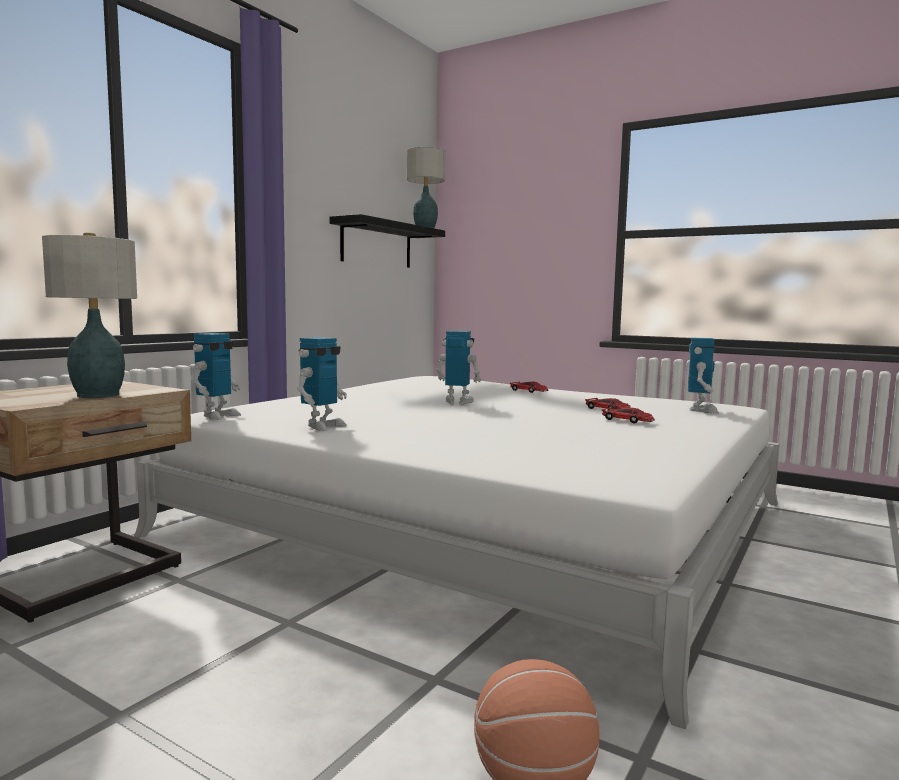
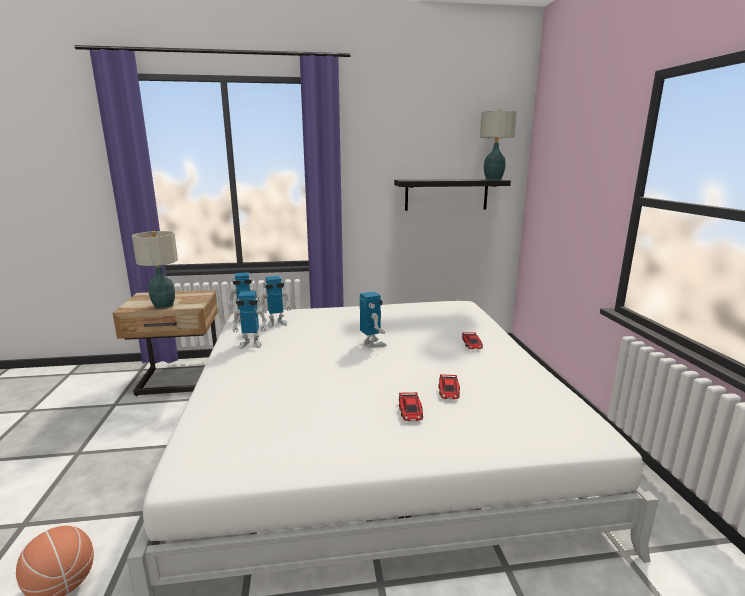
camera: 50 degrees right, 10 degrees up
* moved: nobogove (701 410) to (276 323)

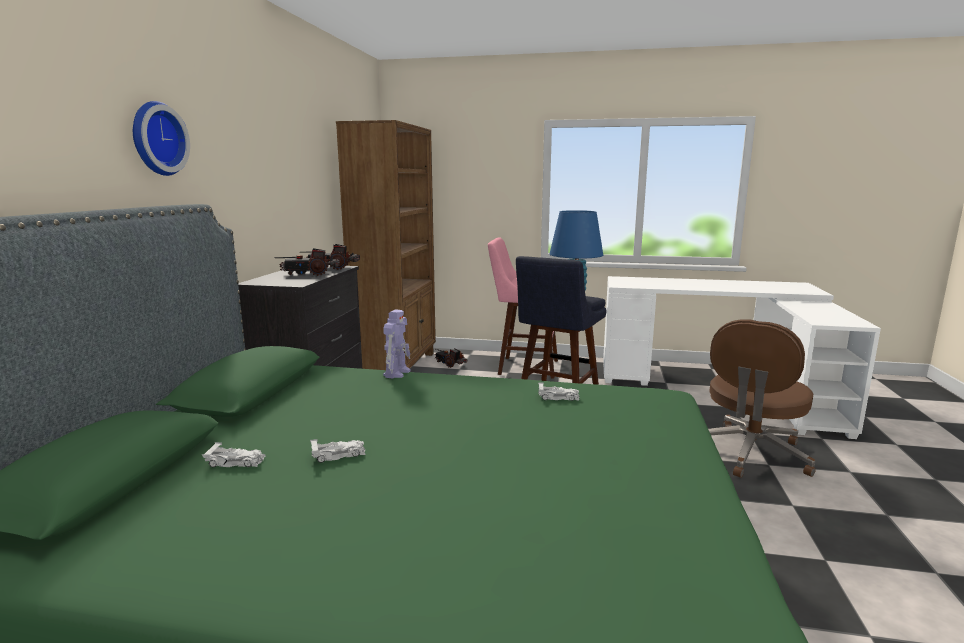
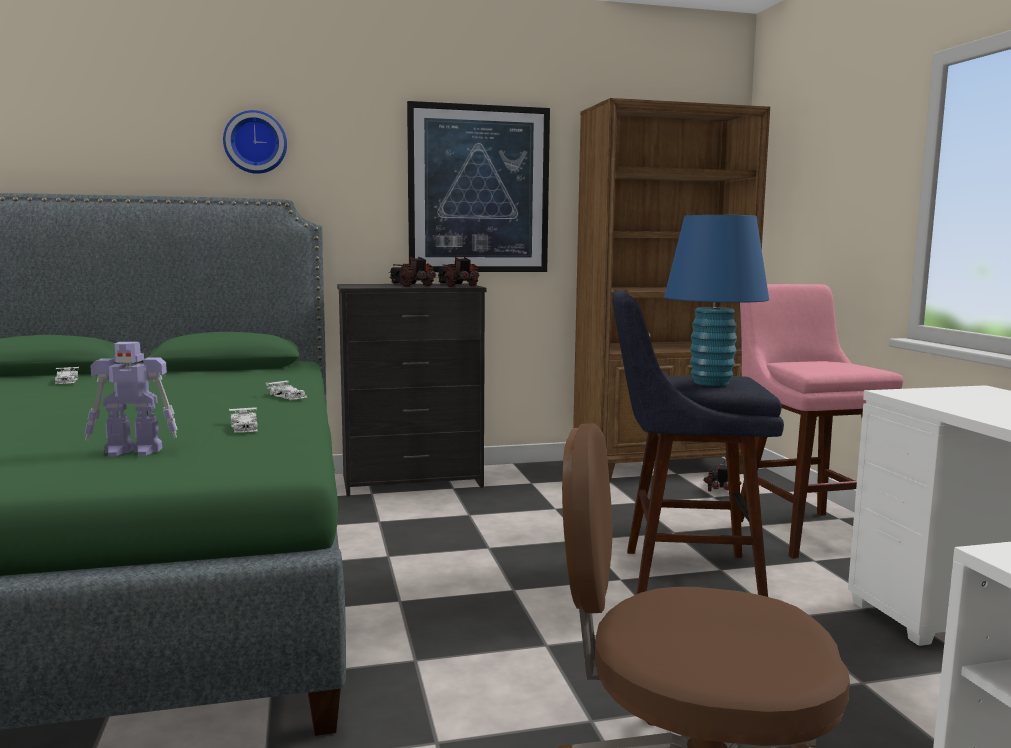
camera: 65 degrees right, 5 degrees down
* added: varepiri (479 189)
* moved: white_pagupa (338 455) to (287 396)
* moved: nobogove (397 373) to (135 451)

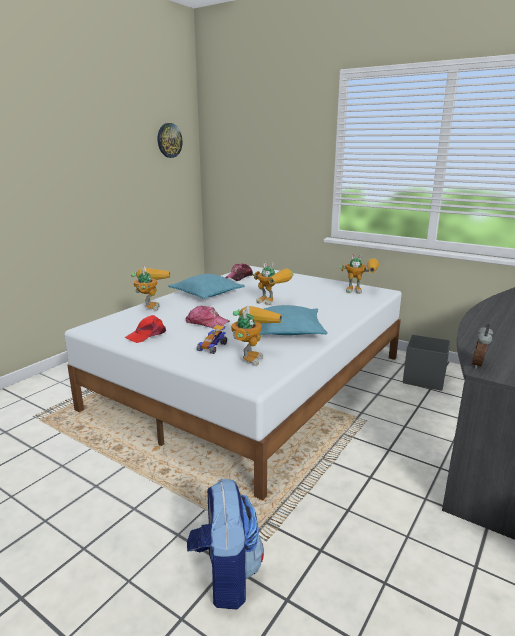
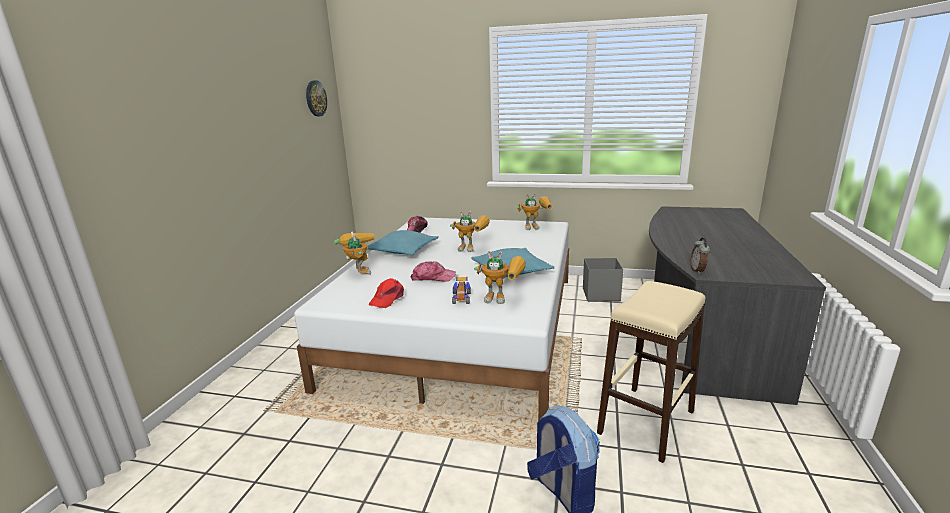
camera: 20 degrees left, 0 degrees up
* added: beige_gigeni (646 422)
* turned: nobogove (251 356) = (504 299) 105 degrees clockwise

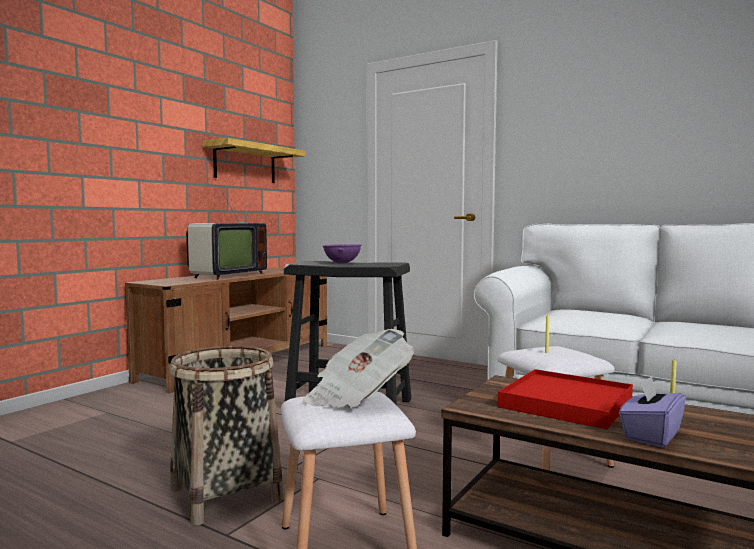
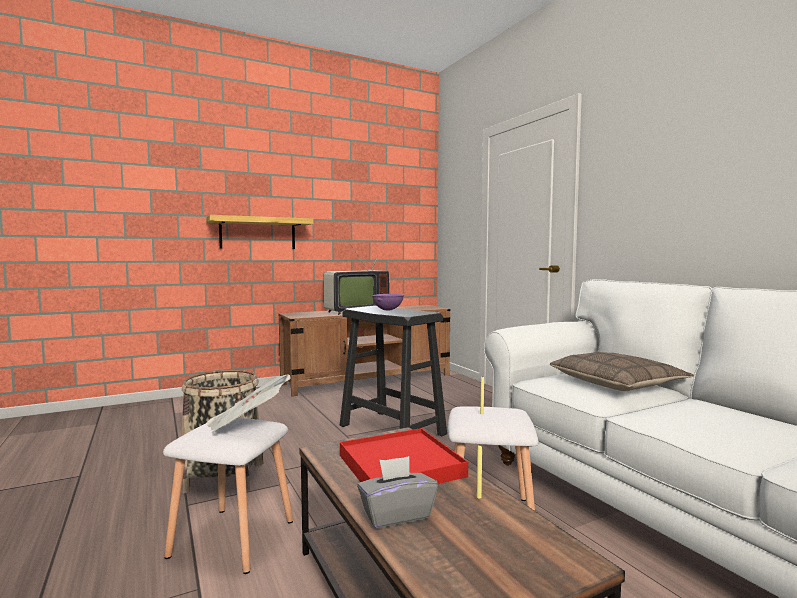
camera: 30 degrees right, 0 degrees up
* added: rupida (618 383)
* moved: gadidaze (245 163) to (258 233)
* recoloured: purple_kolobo (651 435) to grey_kolobo (396 515)

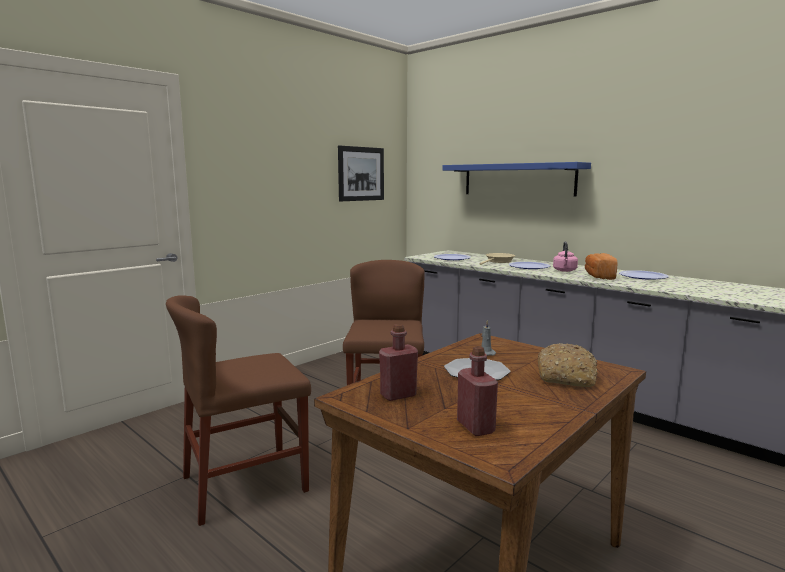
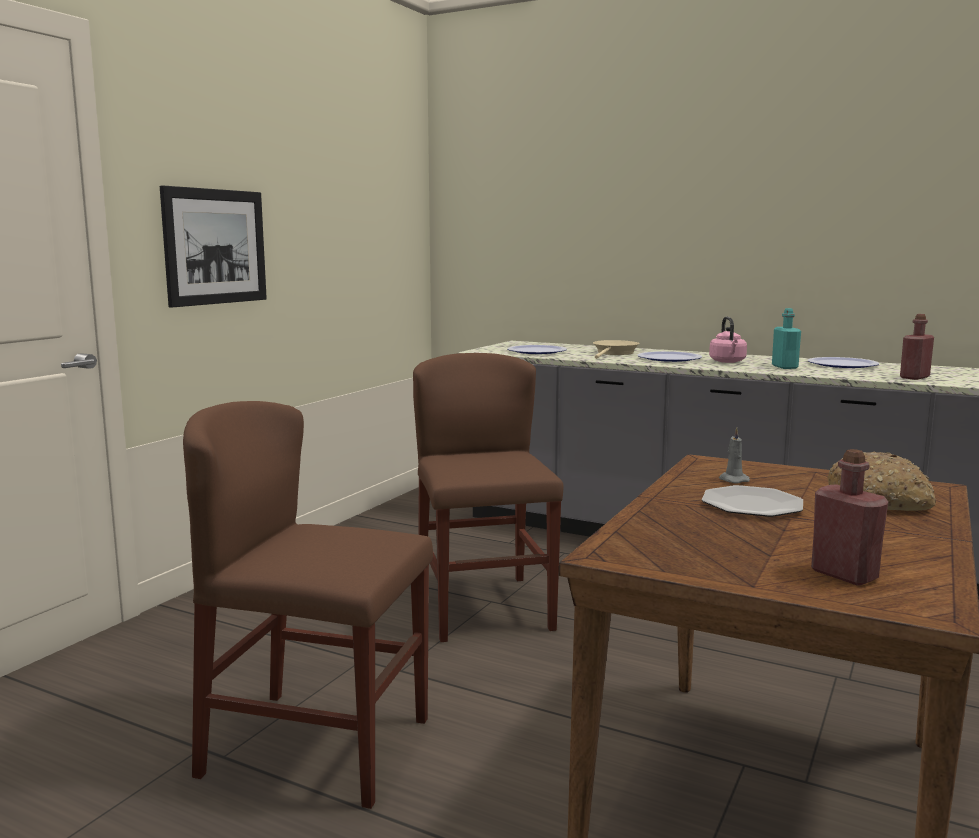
camera: 15 degrees left, 0 degrees up
* removed: blue_gadidaze (518 179)
* moved: varepiri (361 174) to (215 246)
* moved: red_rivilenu (398 395) to (914 377)
* replaced: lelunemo (598 276) to turquoise_rivilenu (784 367)
* turned: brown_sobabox (245 484) = (317 746) 60 degrees clockwise

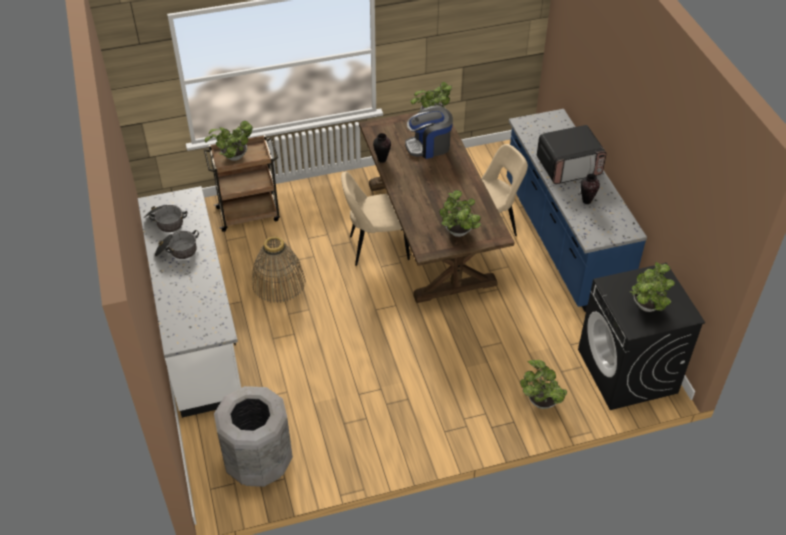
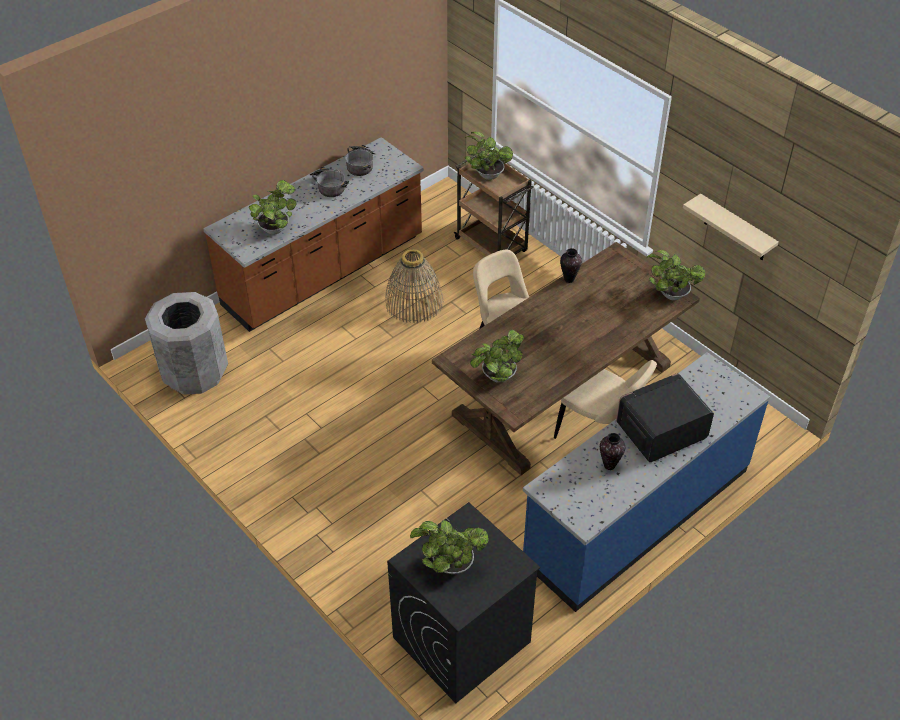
camera: 65 degrees right, 0 degrees up
* removed: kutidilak (429 146)
* added: beige_gadidaze (736 229)
* moved: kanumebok (540 400) to (275 228)
* recoloured: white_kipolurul (198 329) to brown_kipolurul (324 273)
* turned: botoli (569 167) = (660 432) 105 degrees clockwise

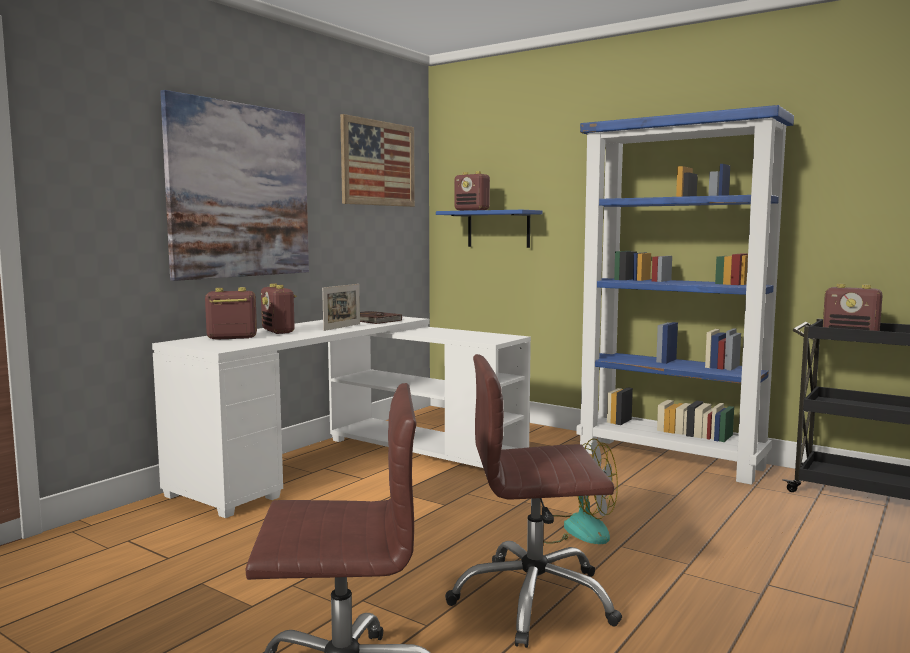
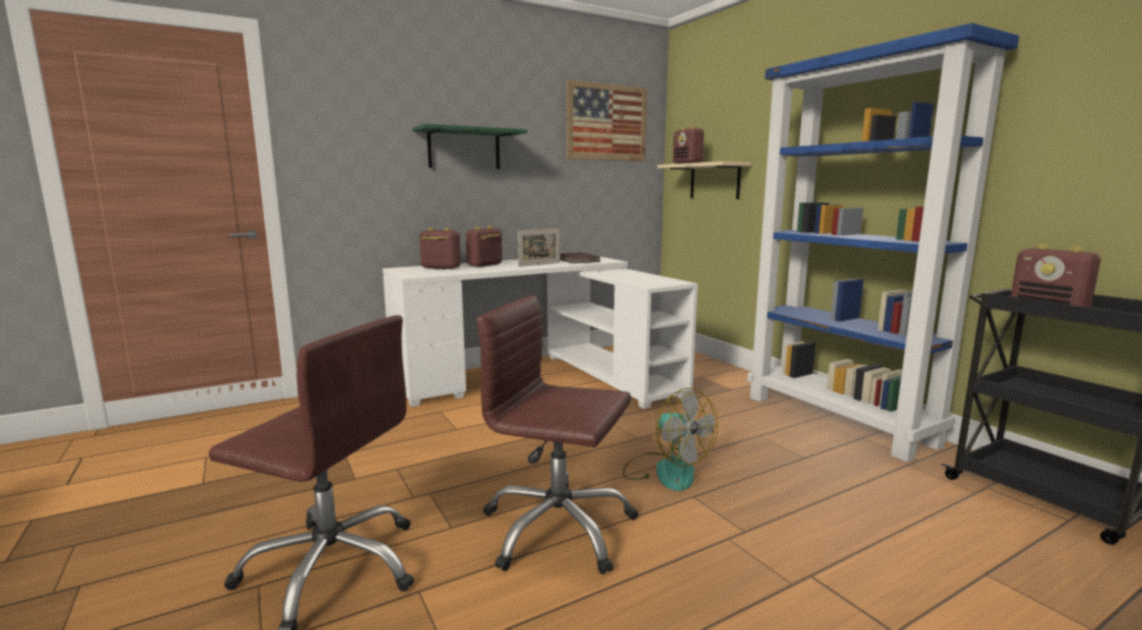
camera: 25 degrees right, 5 degrees up
* replaced: varepiri (240 191) to green_gadidaze (464 149)
* recoloured: blue_gadidaze (498 229) to beige_gadidaze (714 181)
* turned: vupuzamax (278 331) = (484 265) 45 degrees clockwise

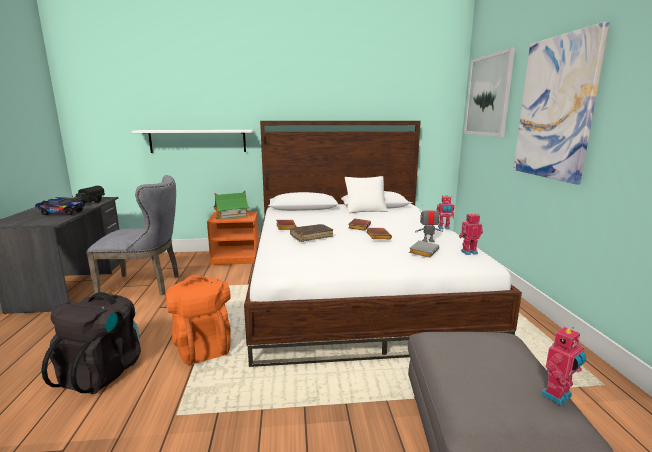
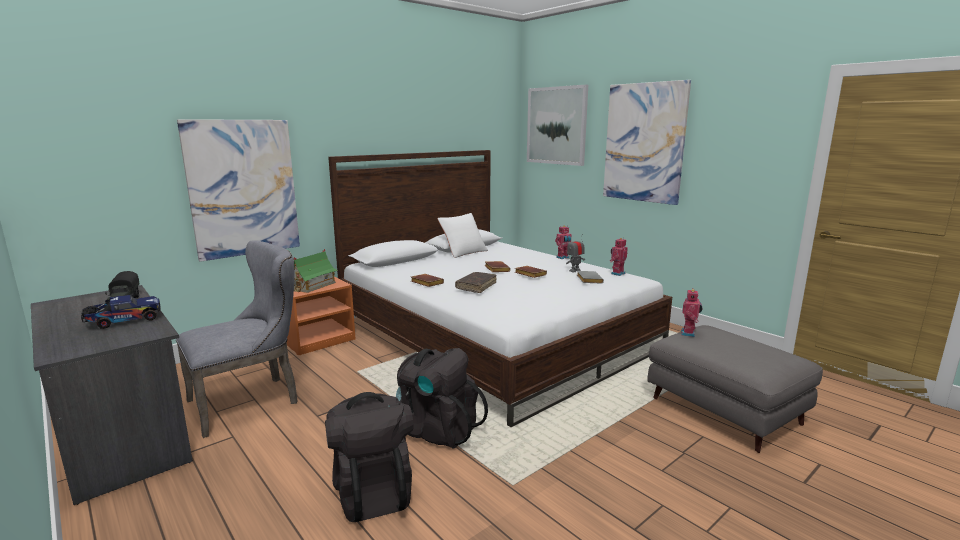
camera: 35 degrees left, 0 degrees up
* moved: nobogove (558 396) to (689 333)
* replaced: white_gadidaze (198 141) to varepiri (243 188)
* recoloured: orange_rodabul (202 346) to black_rodabul (437 430)

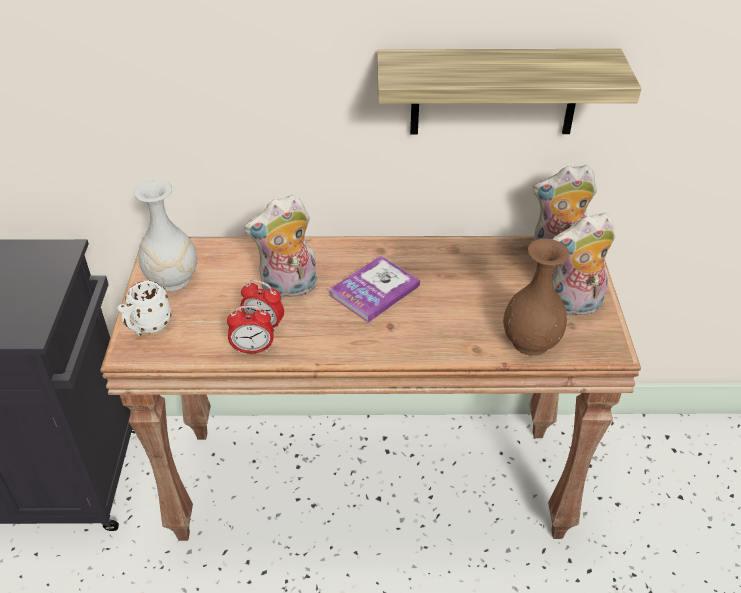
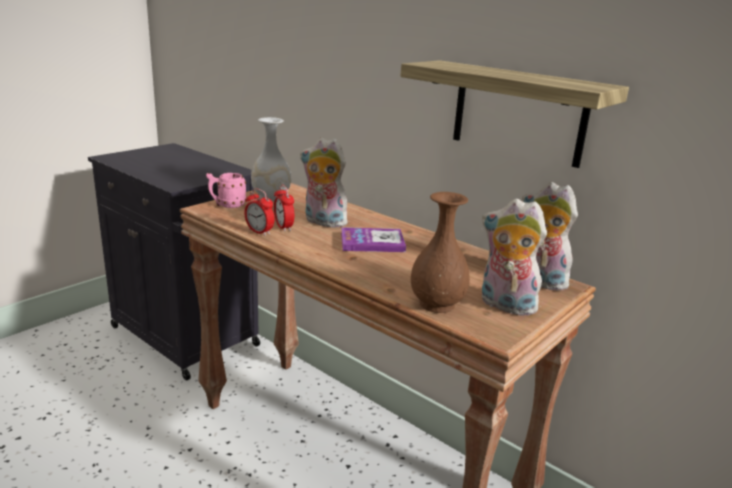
camera: 40 degrees right, 20 degrees down
* recoloured: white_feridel (147 327) to pink_feridel (227 205)

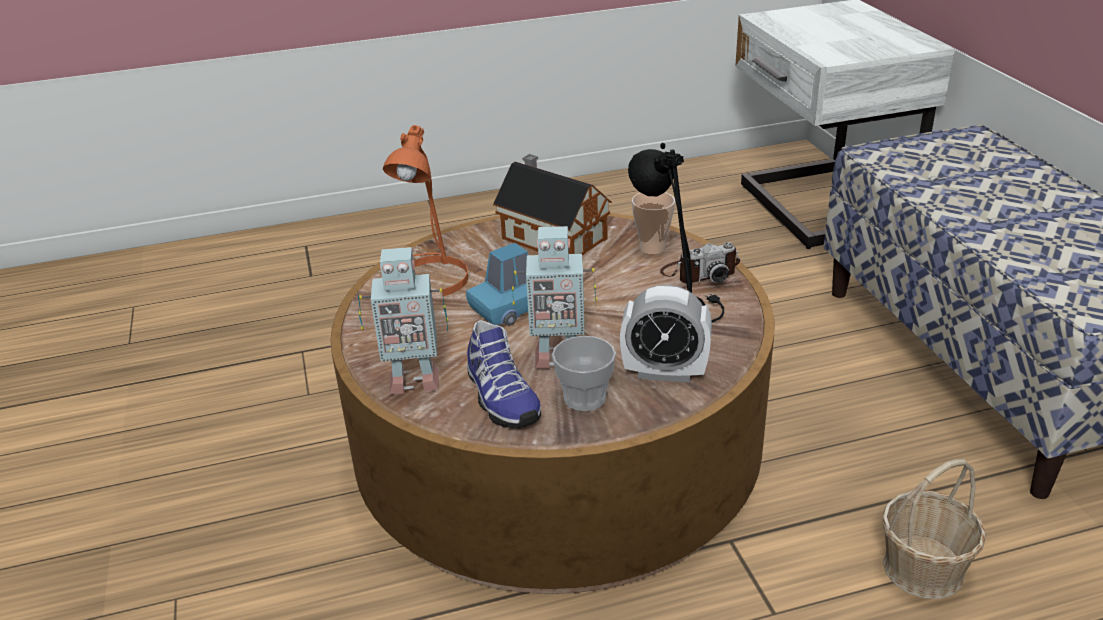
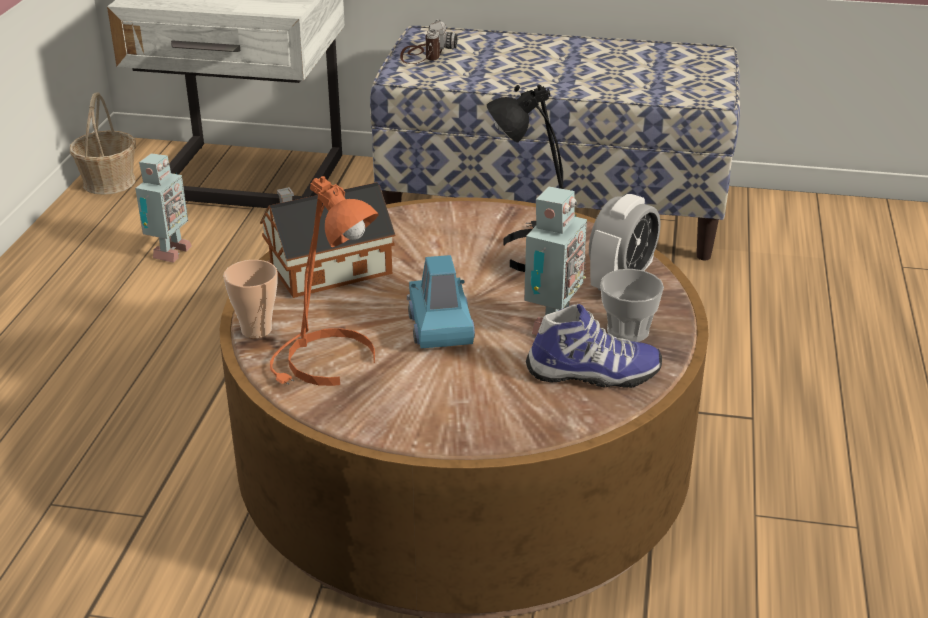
camera: 65 degrees left, 0 degrees up
* moved: nobogove (412 380) to (168 253)
* moved: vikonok (652 248) to (256 330)
* moved: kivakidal (699 272) to (424 54)
* moved: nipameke (924 569) to (109 182)

